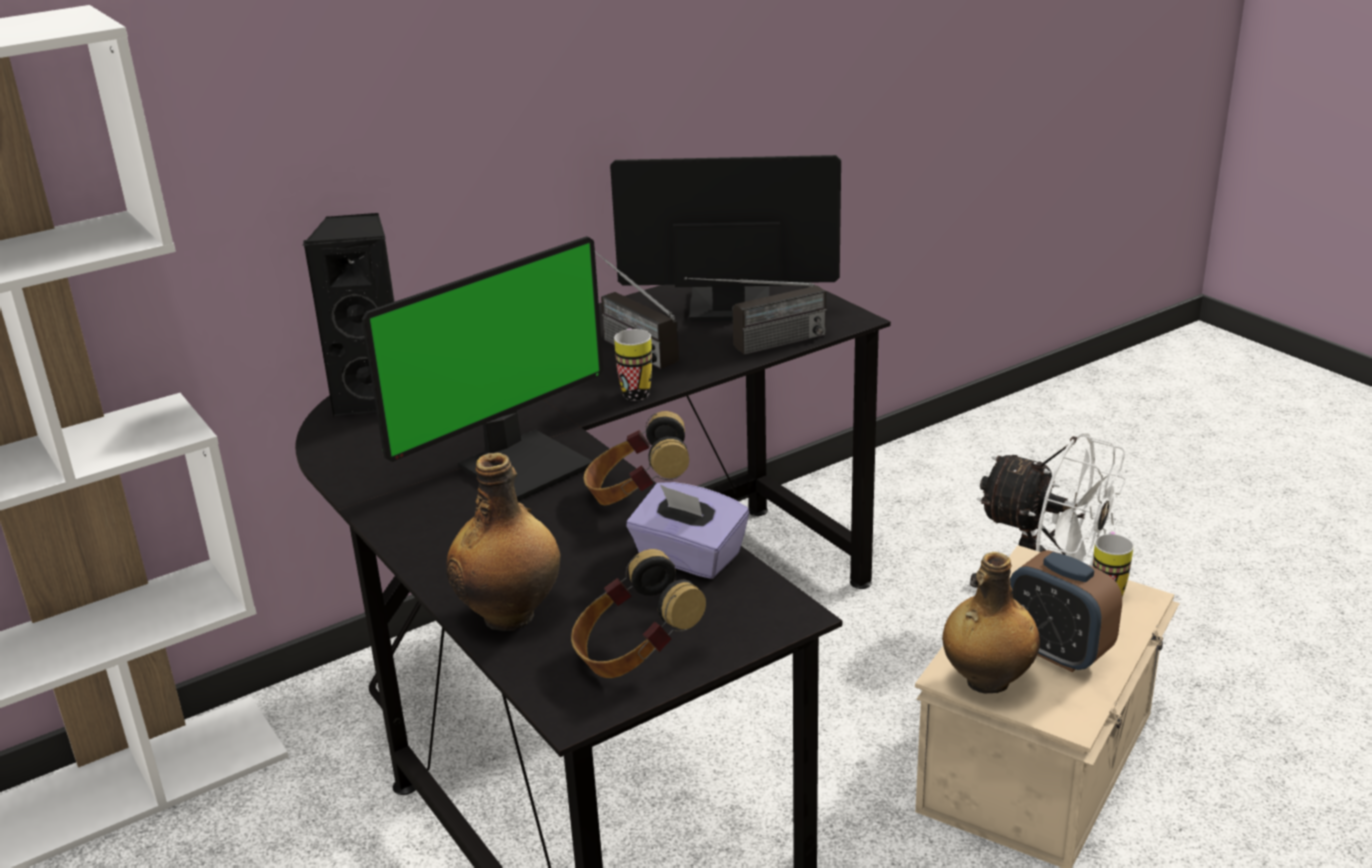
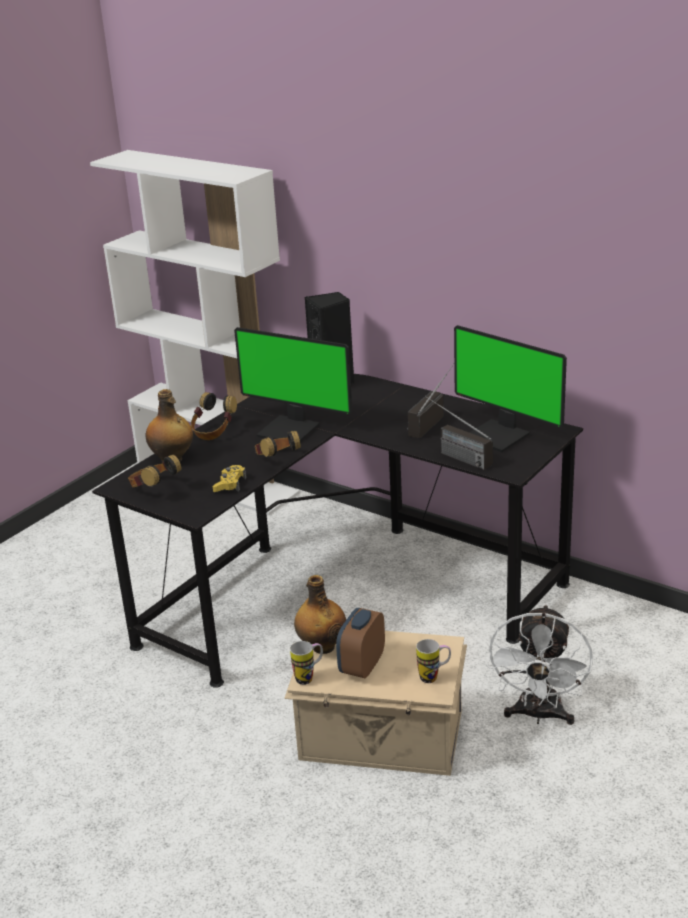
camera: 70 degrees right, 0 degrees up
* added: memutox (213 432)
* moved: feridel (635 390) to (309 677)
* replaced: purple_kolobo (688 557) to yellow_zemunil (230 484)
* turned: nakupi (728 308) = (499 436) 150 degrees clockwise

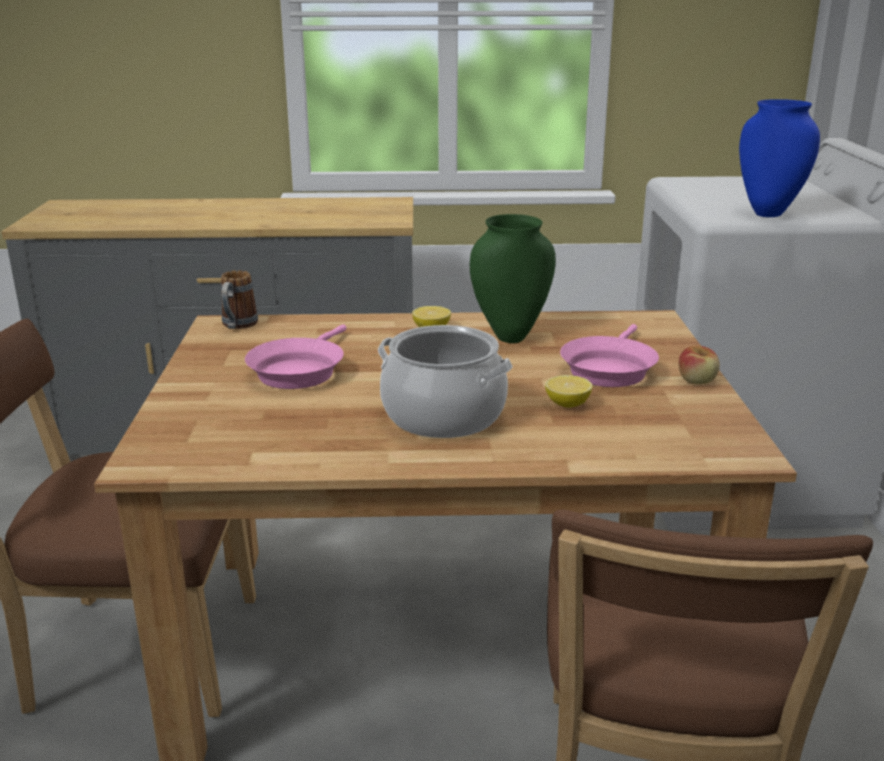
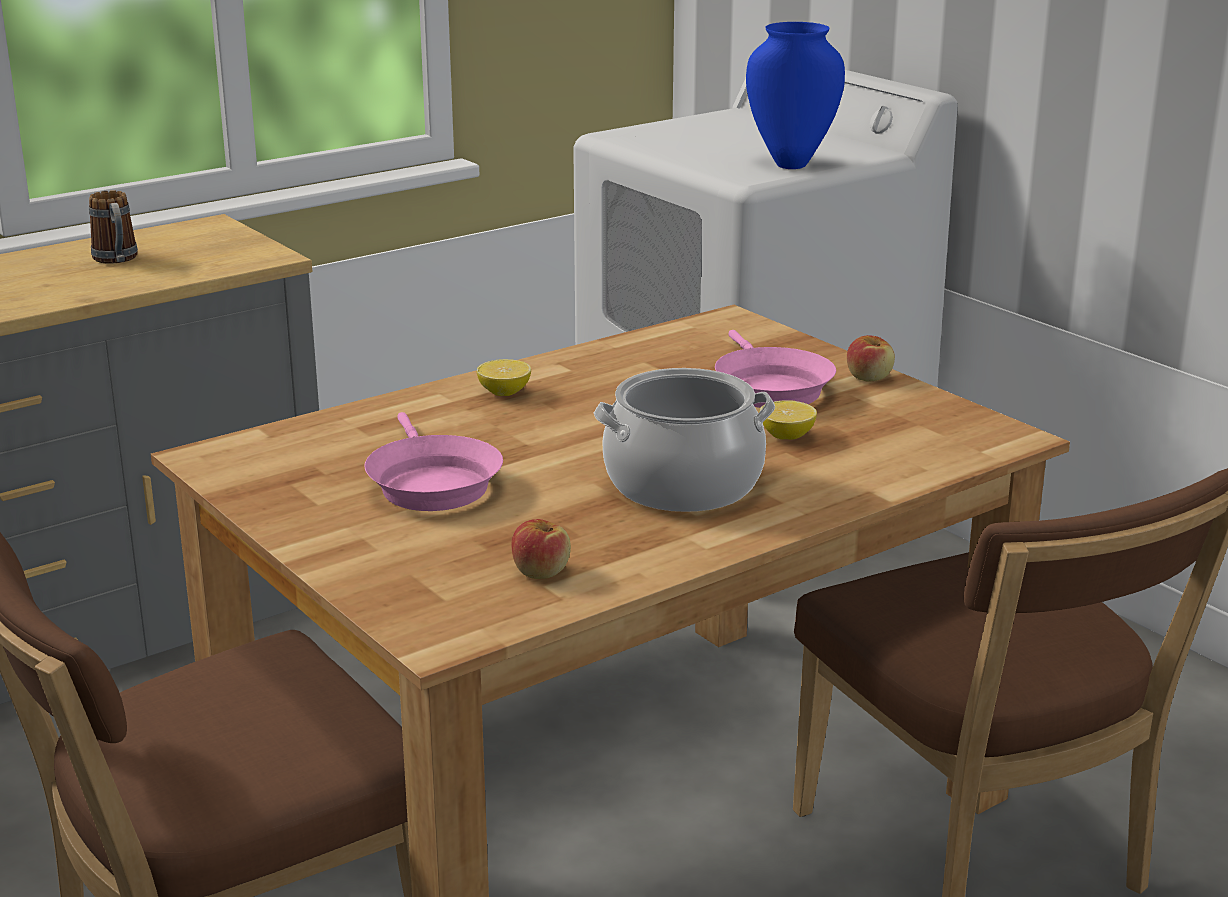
camera: 35 degrees left, 0 degrees up
* removed: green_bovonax (510 338)
* added: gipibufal (541 571)
* moved: feridel (237 326) to (117 260)

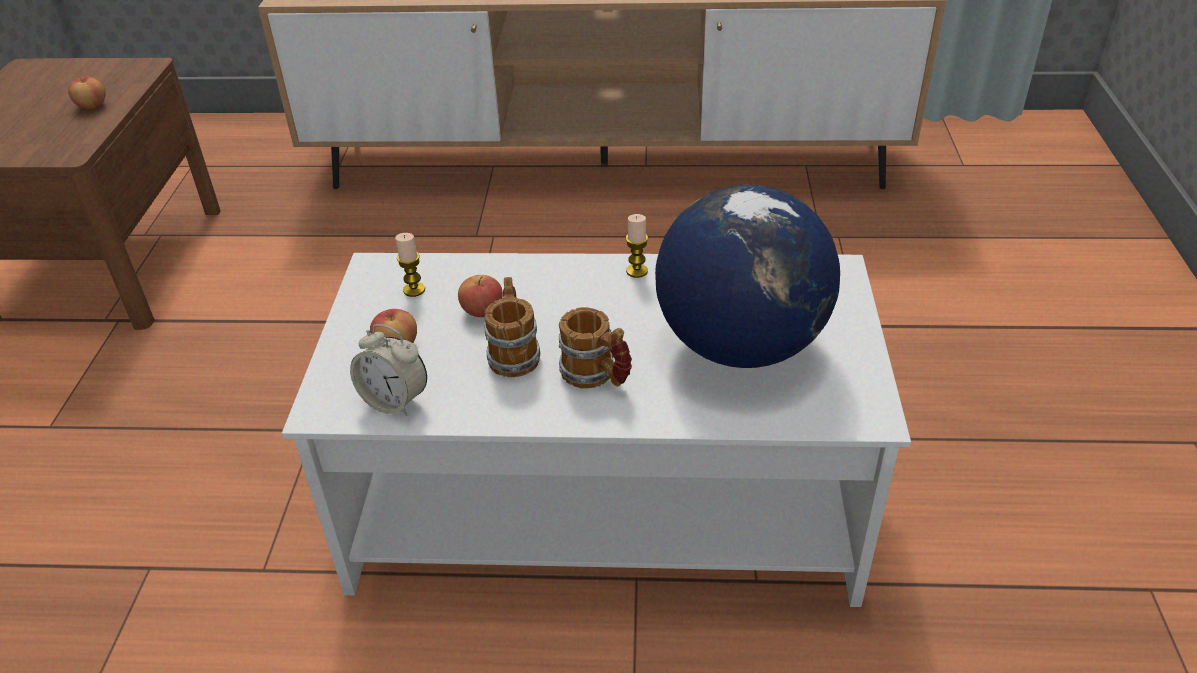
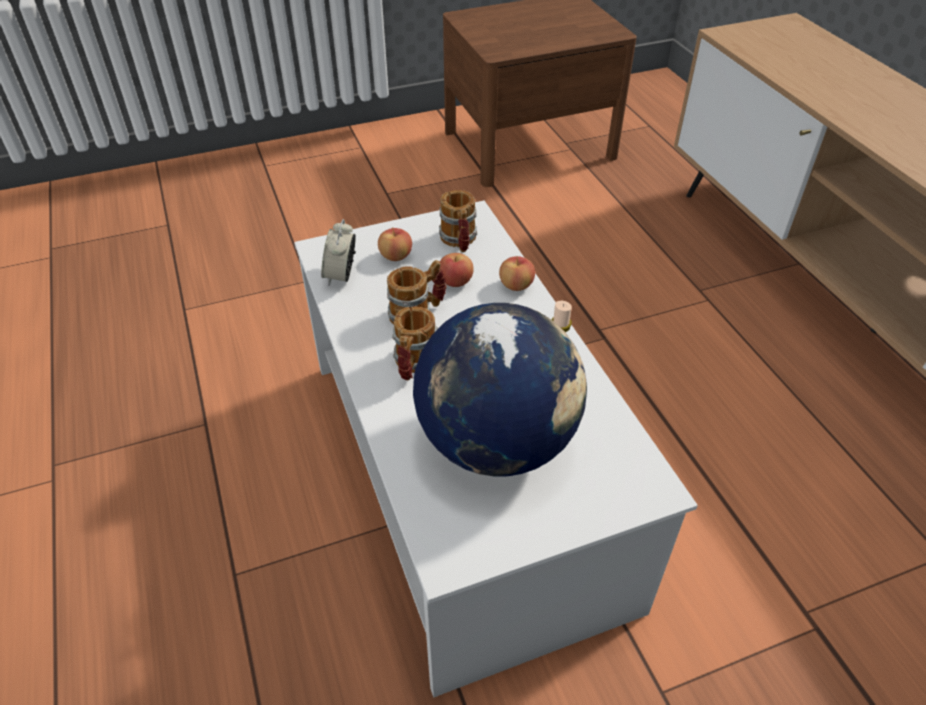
camera: 65 degrees right, 5 degrees up
* moved: gipibufal (92 105) to (516 285)
* replaced: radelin (414 290) to feridel (459 241)

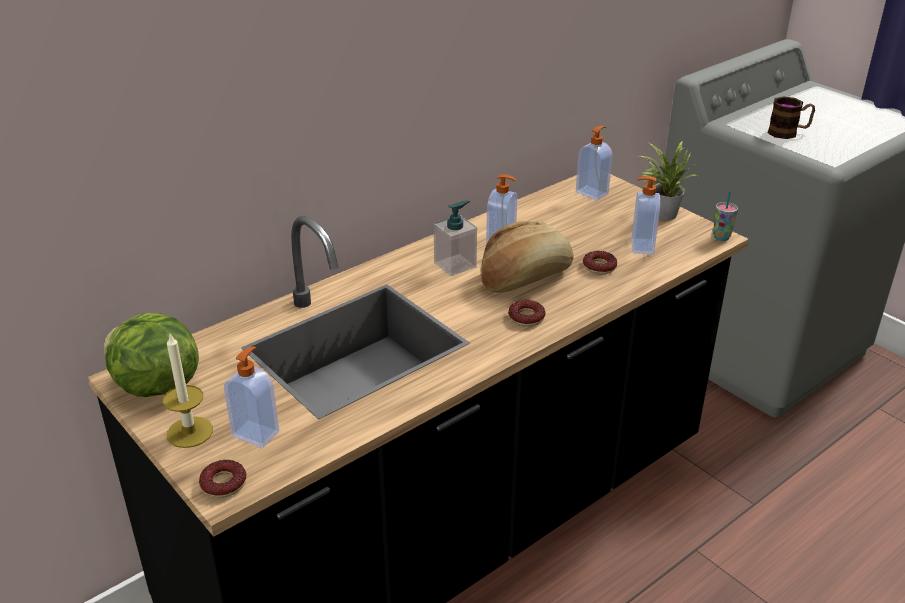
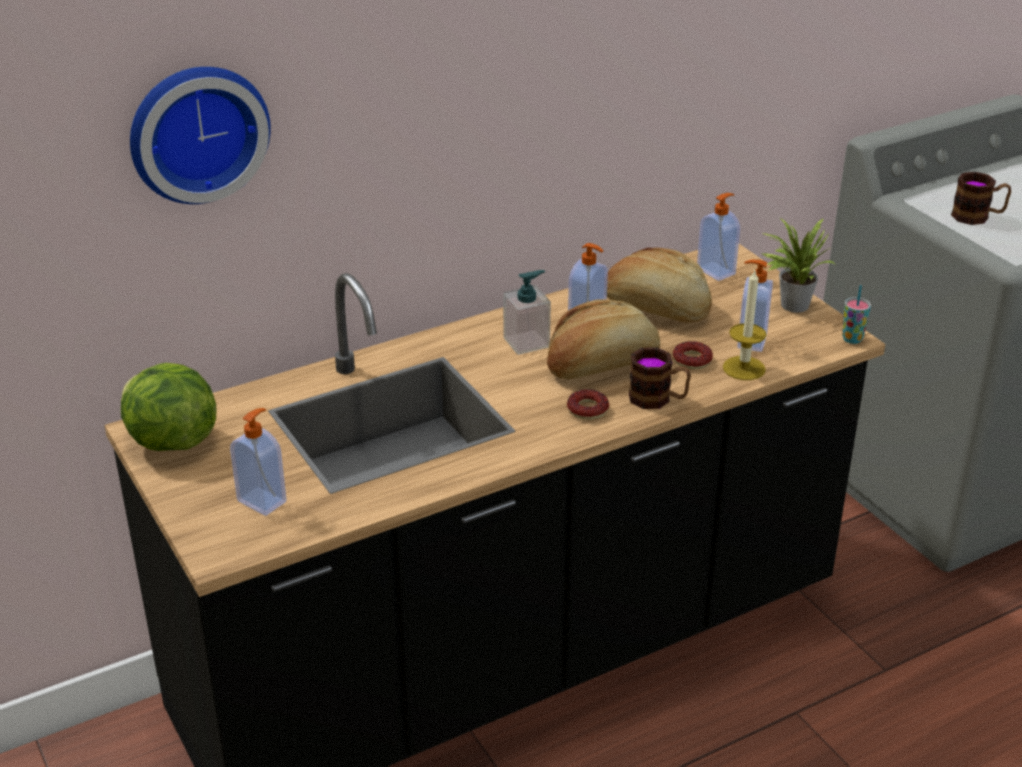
camera: 10 degrees right, 0 degrees up
* removed: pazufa (224 483)
* added: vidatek (196 131)
* added: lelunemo (656 308)
* added: feridel (658 399)
* moved: radelin (190 432) to (744 368)

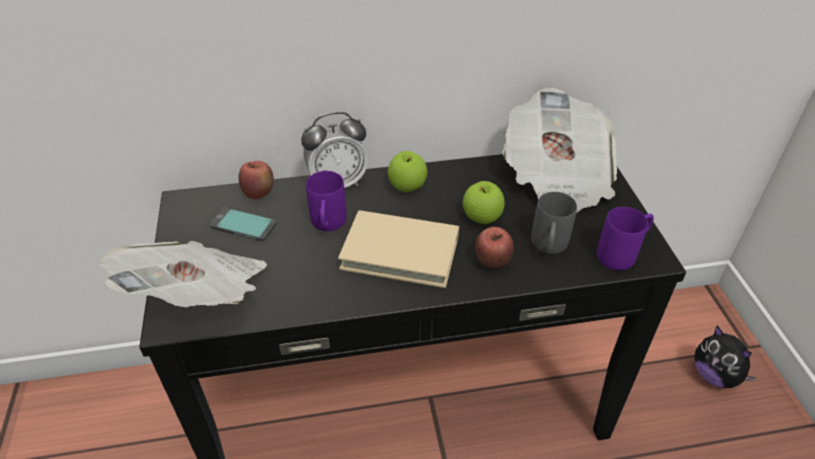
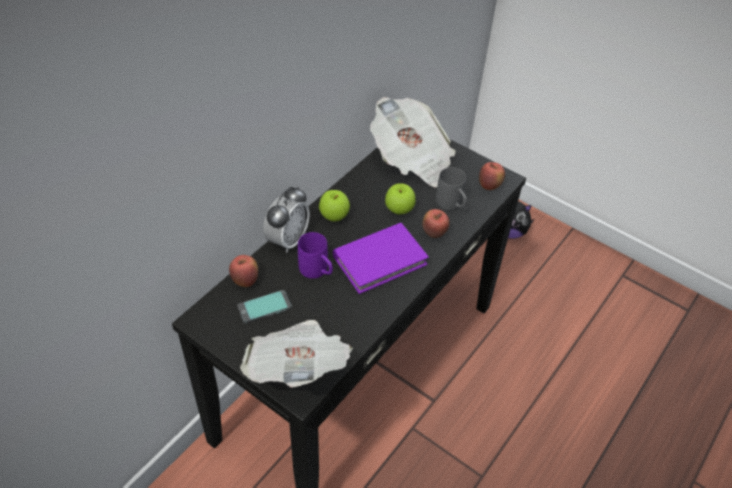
camera: 45 degrees left, 5 degrees up
* replaced: purple_feridel (622 253) to gipibufal (489 186)
* recoloured: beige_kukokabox (400 252) to purple_kukokabox (380 260)

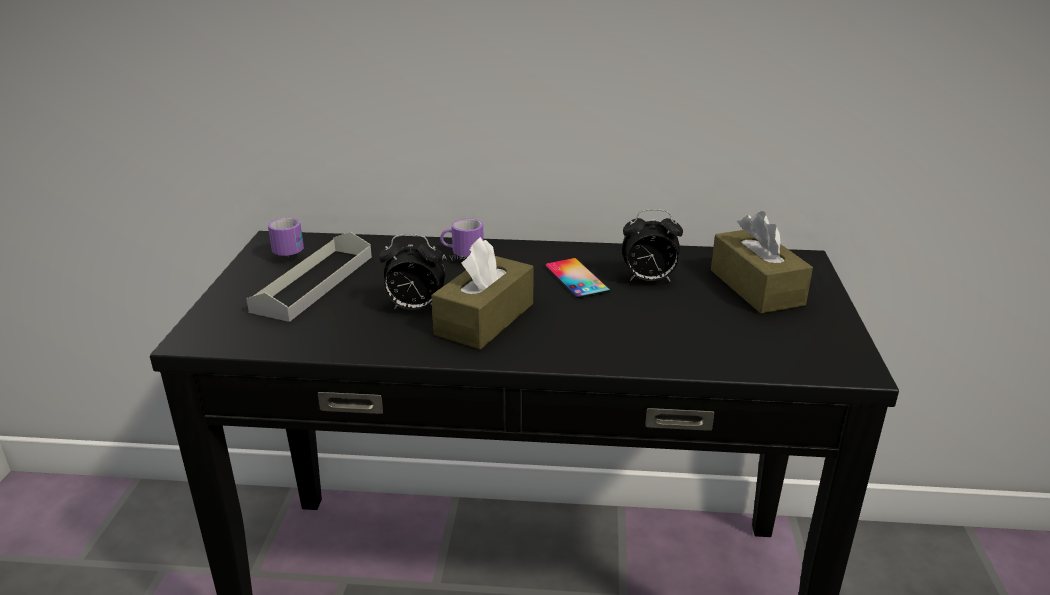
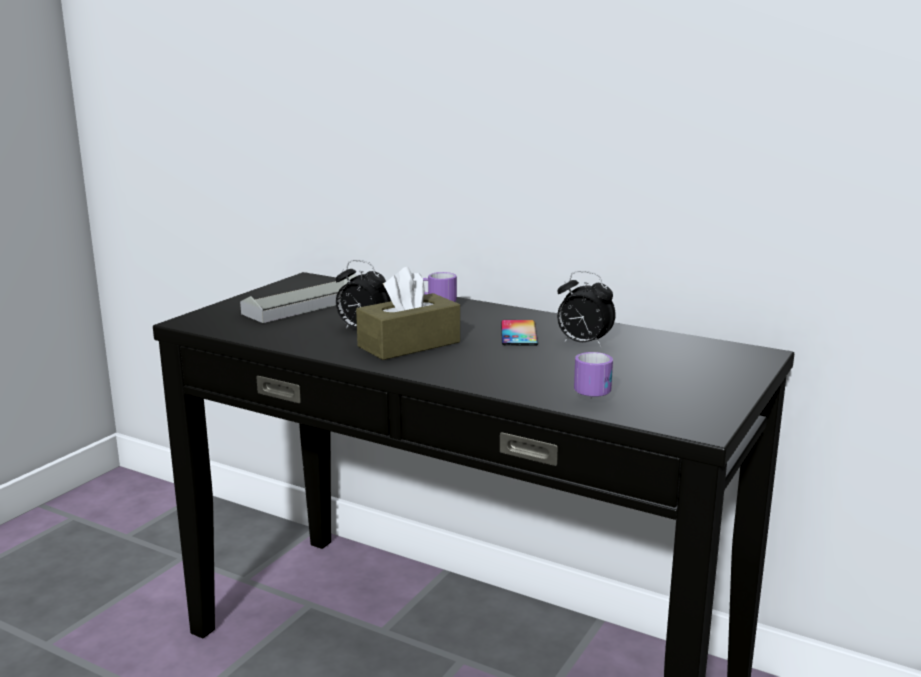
camera: 25 degrees right, 10 degrees down
* removed: brown_kolobo (756 287)
* moved: feridel (291 250) to (596 393)

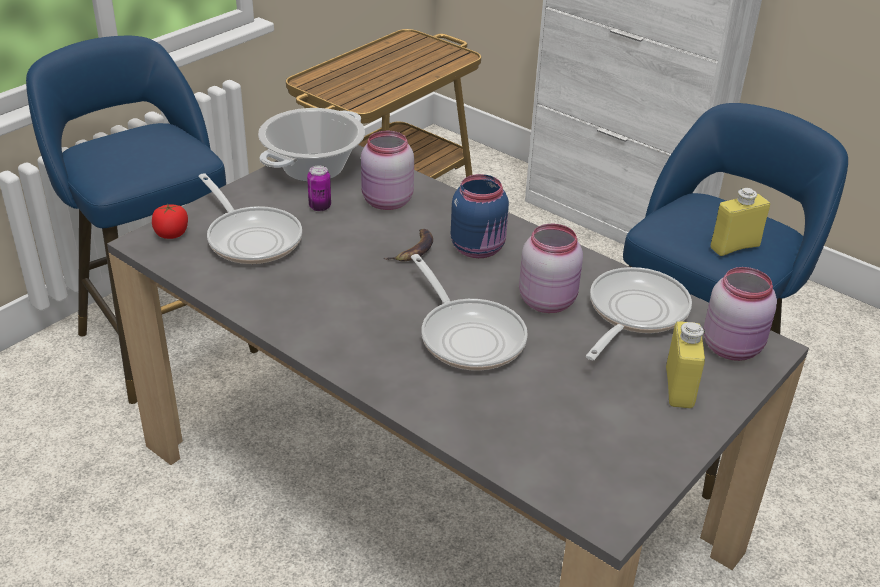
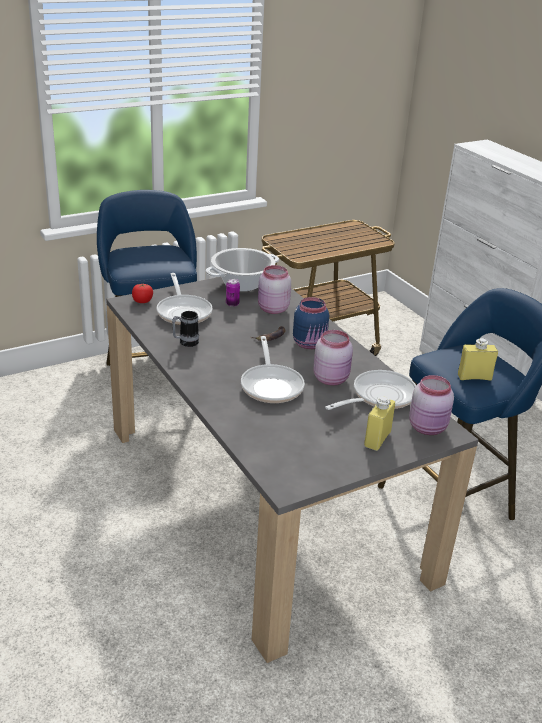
camera: 20 degrees right, 5 degrees down
* added: feridel (185 343)

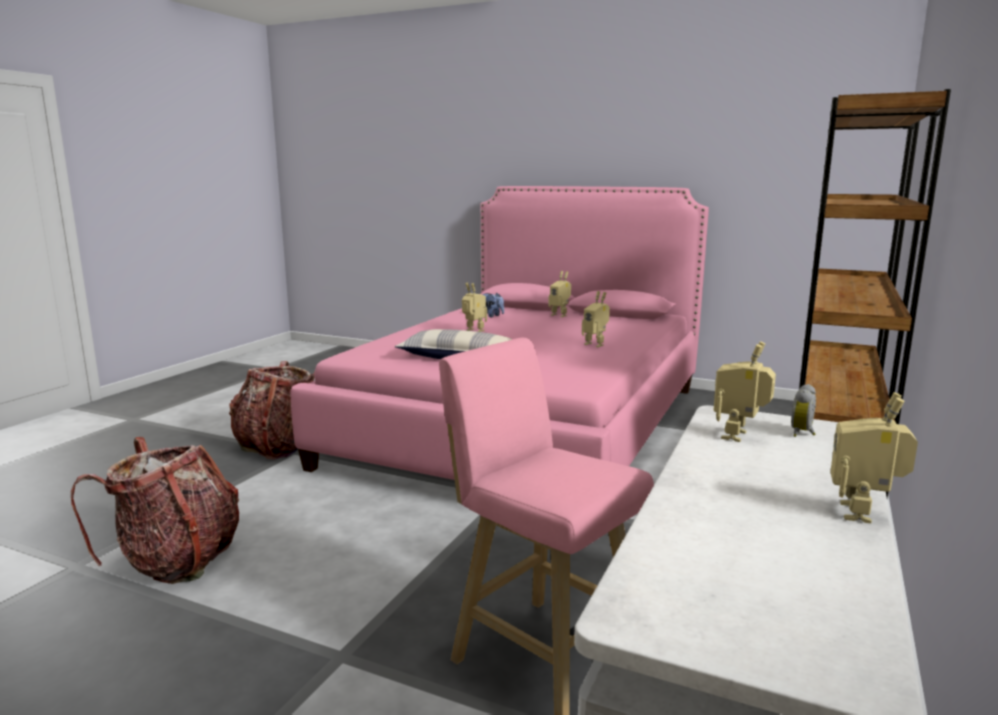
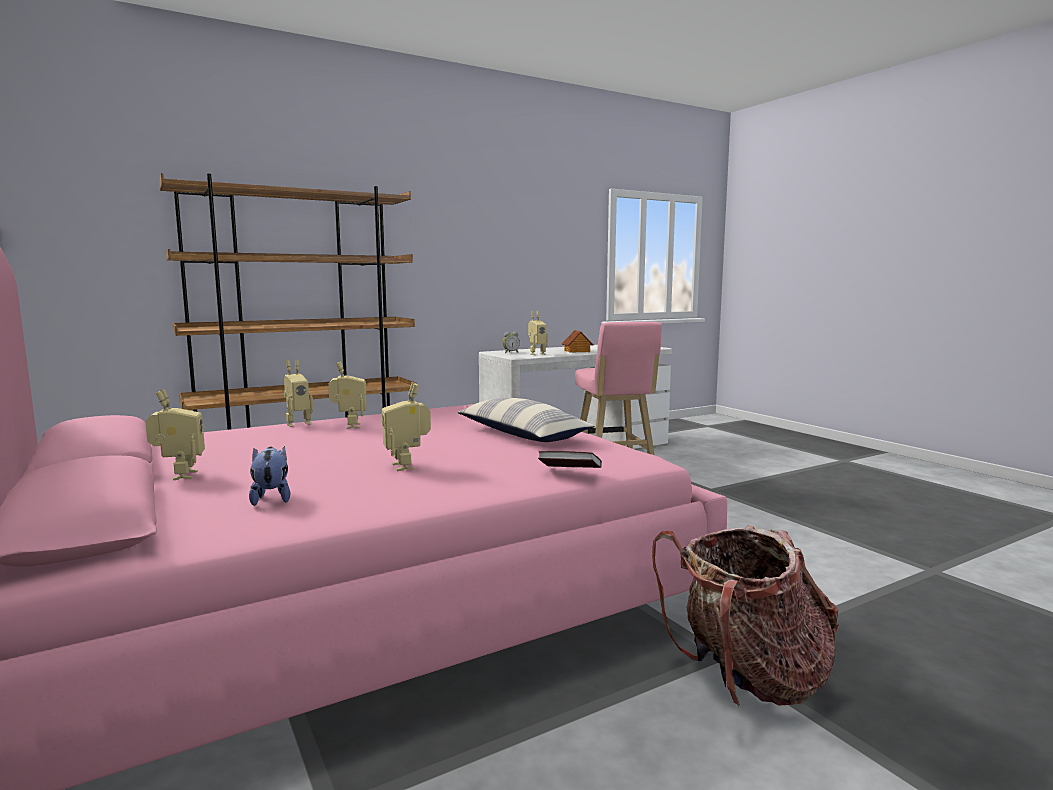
camera: 145 degrees left, 5 degrees down
* removed: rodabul (176 560)
* added: kukokabox (570 472)
* added: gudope (577 351)
* moved: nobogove (864 513) to (297 424)

